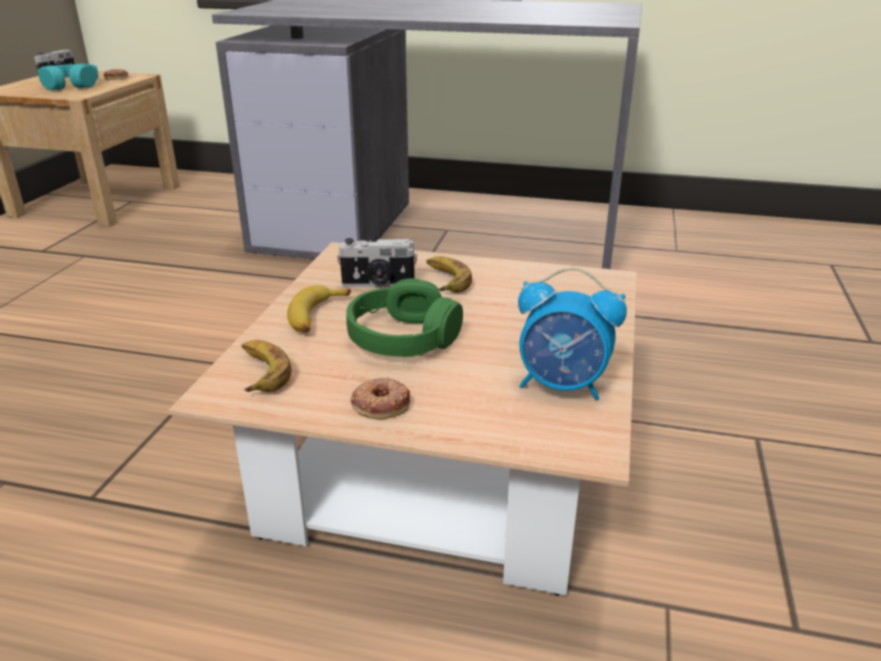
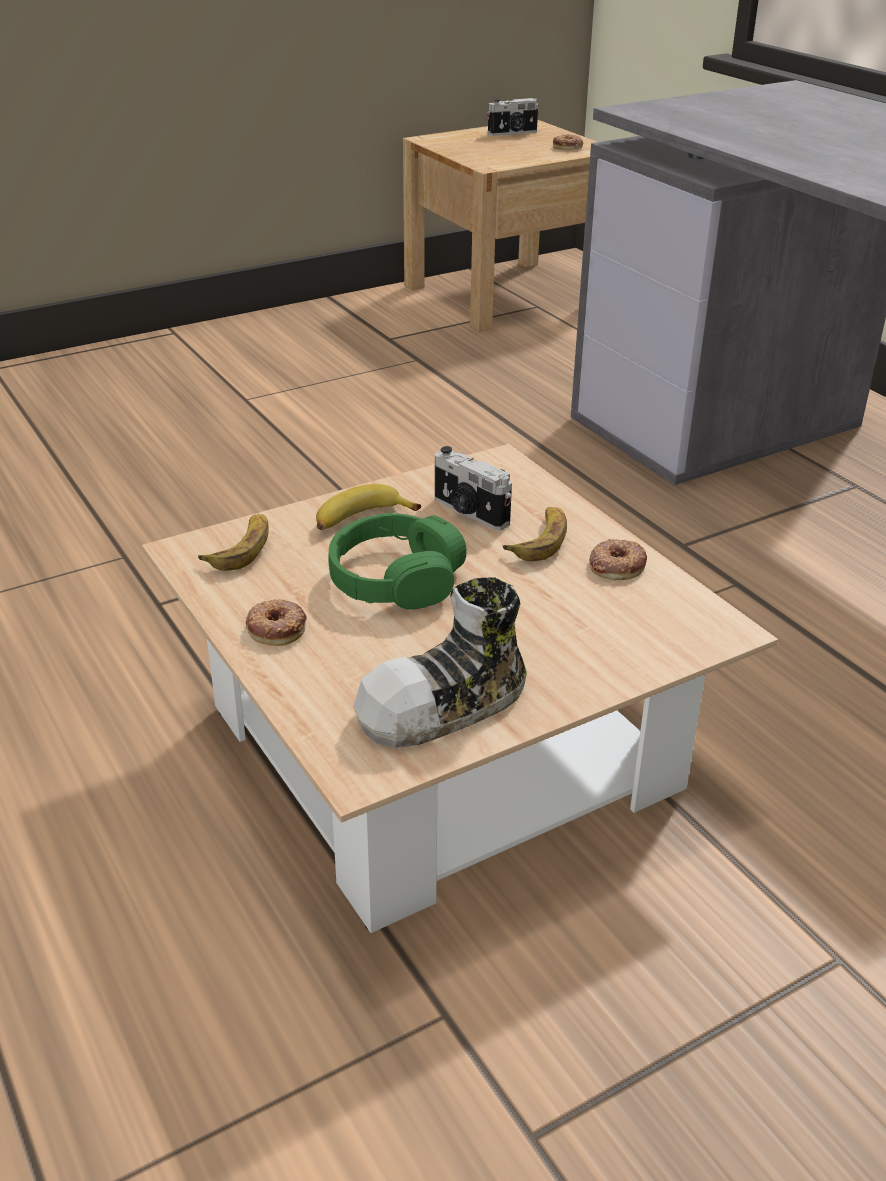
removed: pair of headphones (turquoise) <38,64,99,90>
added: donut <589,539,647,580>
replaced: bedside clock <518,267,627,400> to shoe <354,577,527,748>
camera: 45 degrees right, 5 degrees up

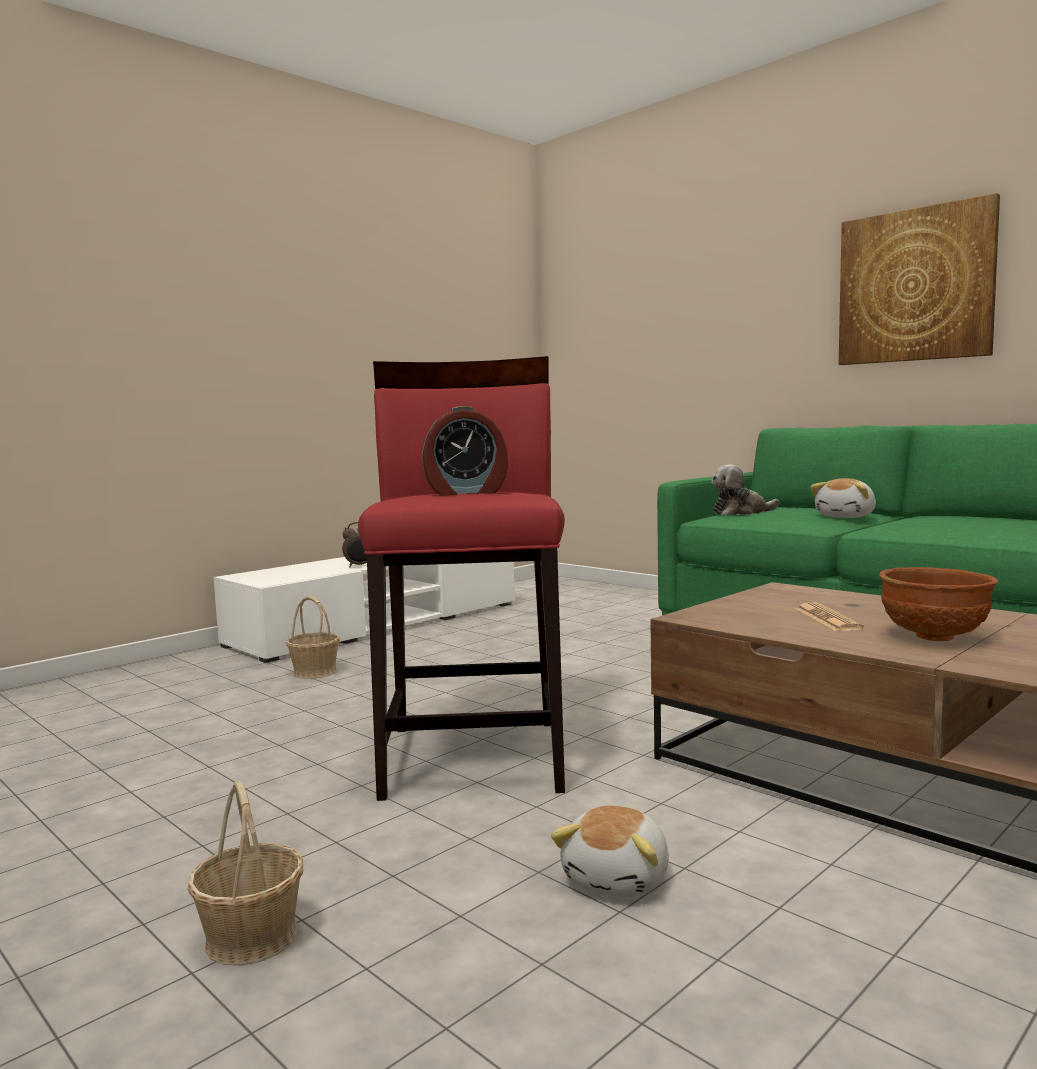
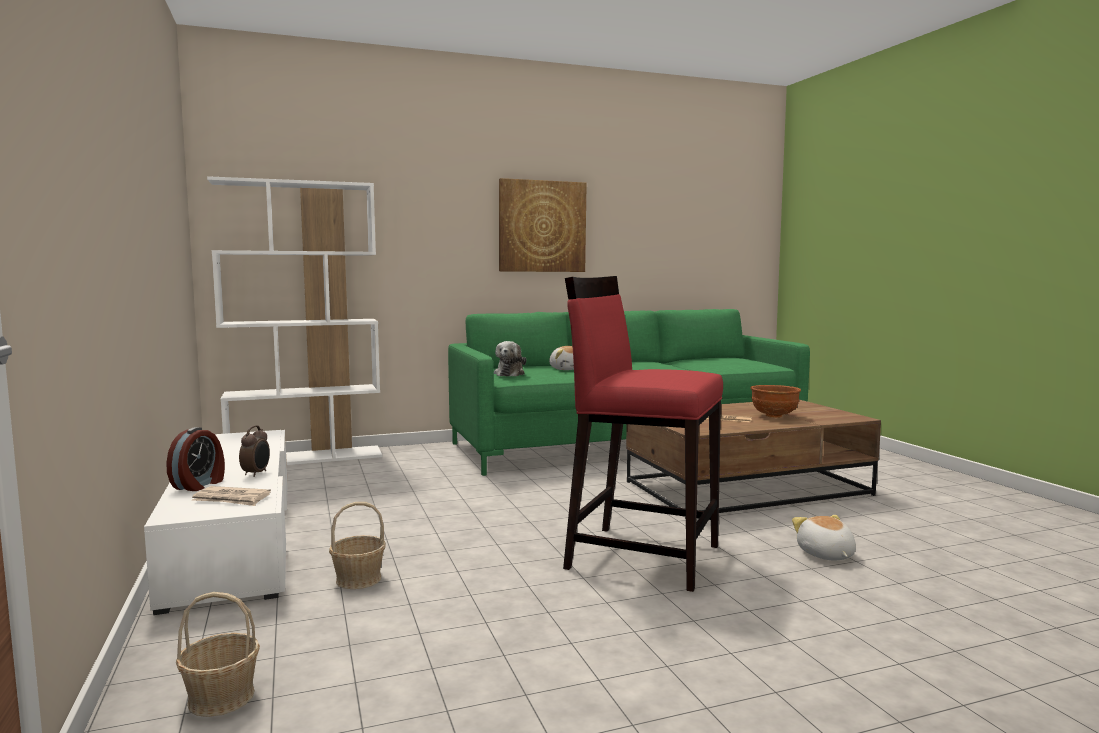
added: printed paper <192,486,271,506>; bookshelf (white) <207,176,382,465>
moved: household basket <188,781,303,966> to <176,592,260,717>; bedside clock <422,406,508,495> to <166,427,225,491>
turned: cuddly toy <551,806,669,897> = <792,515,856,560> 150 degrees counterclockwise
camera: 65 degrees left, 0 degrees up

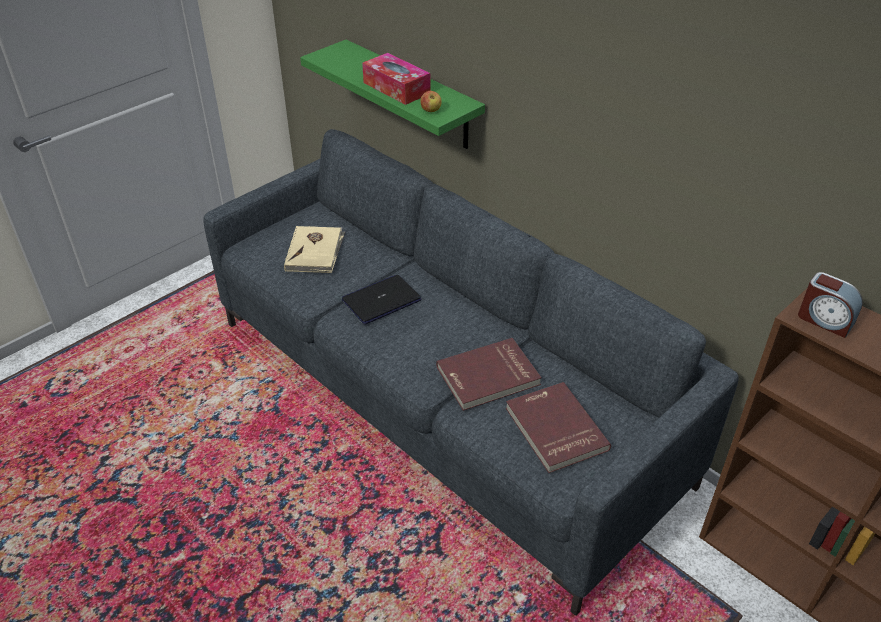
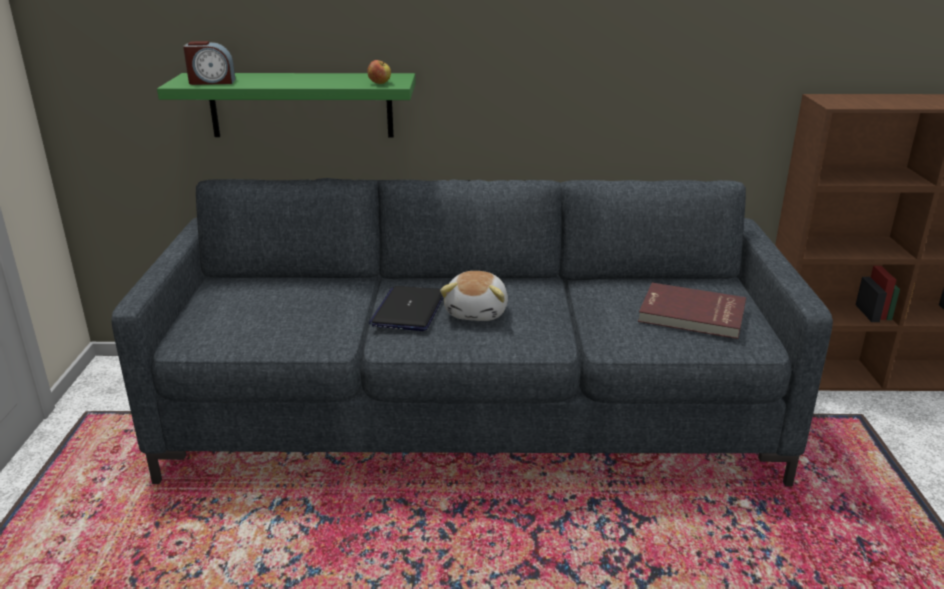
removed: volume (beige) <284,226,345,273>; tissue holder <362,53,431,105>; volume (red) <436,338,542,411>
added: cuddly toy <440,271,508,321>
moved: bedside clock <798,272,863,338> to <183,41,235,85>
camera: 45 degrees left, 15 degrees down

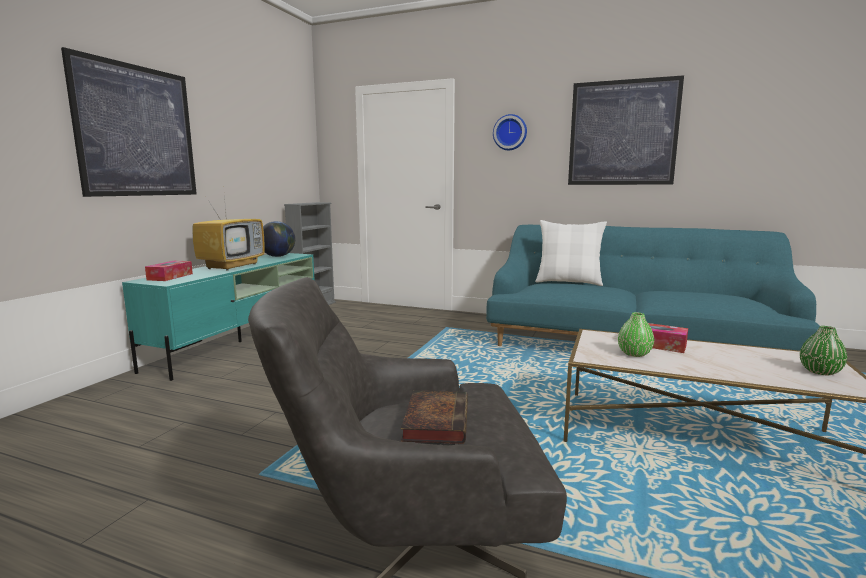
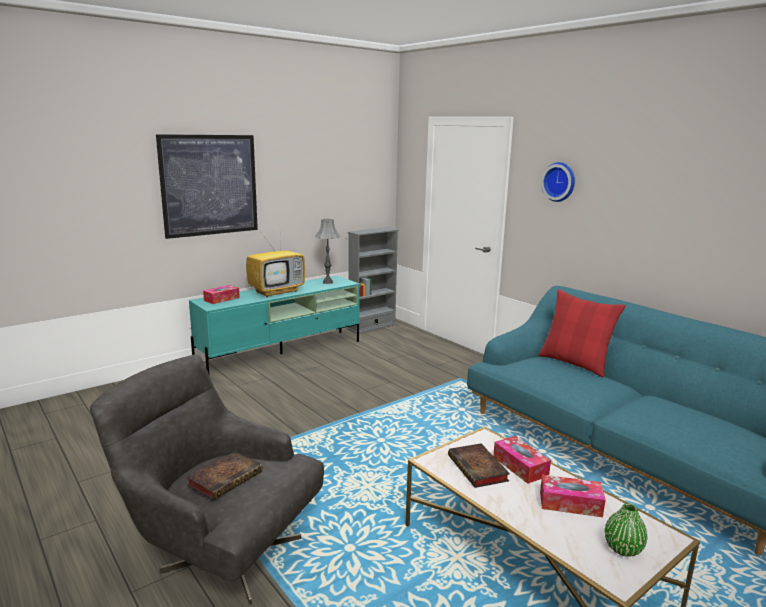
removed: wall picture <568,75,684,185>
added: tissue holder <540,475,606,517>
replaced: desk globe <263,221,295,257> to tabletop lamp (gray) <315,219,340,284>; decorative vase (greenish) <618,312,654,357> to volume <448,443,510,488>
recoloured: pillow (white) <535,220,607,286> to pillow (red) <538,289,626,377>
camera: 30 degrees right, 5 degrees up

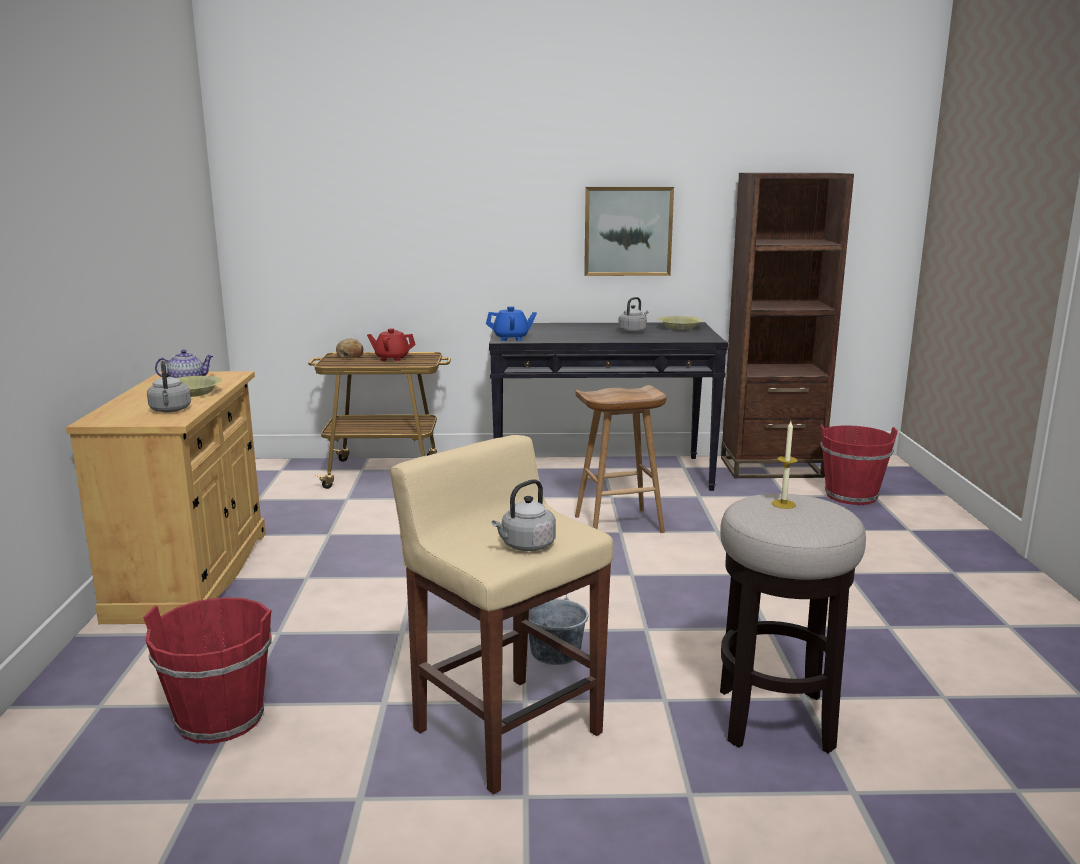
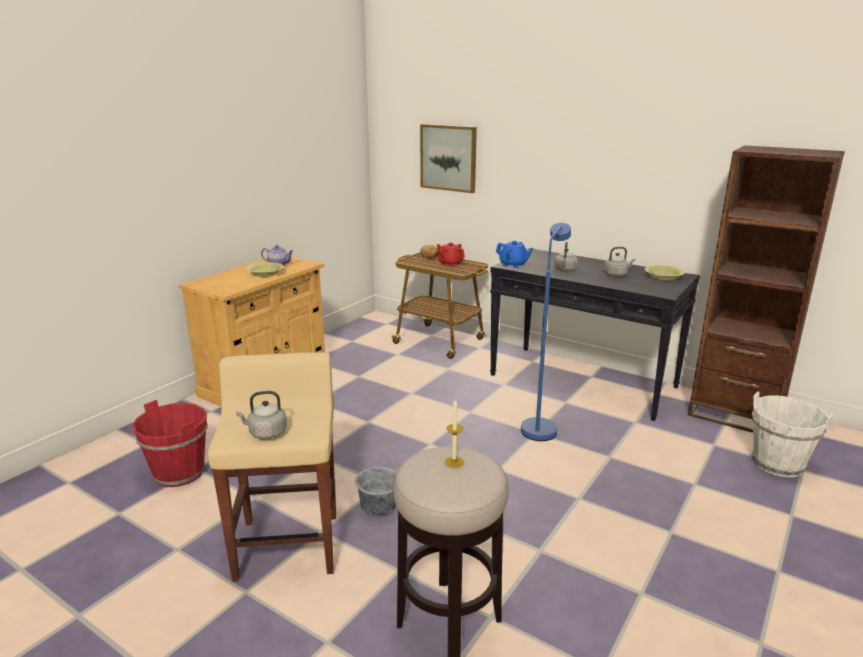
moved: tea kettle (gray) <147,361,191,412> to <554,242,578,272>; wall picture <584,187,674,276> to <420,124,477,193>
replaced: stool seat (brown-coloured) <575,385,666,533> to floor lamp (bluish) <521,223,571,441>
recoloured: bucket (red) <820,425,898,505> to bucket (white) <752,392,833,477>
camera: 35 degrees right, 5 degrees up

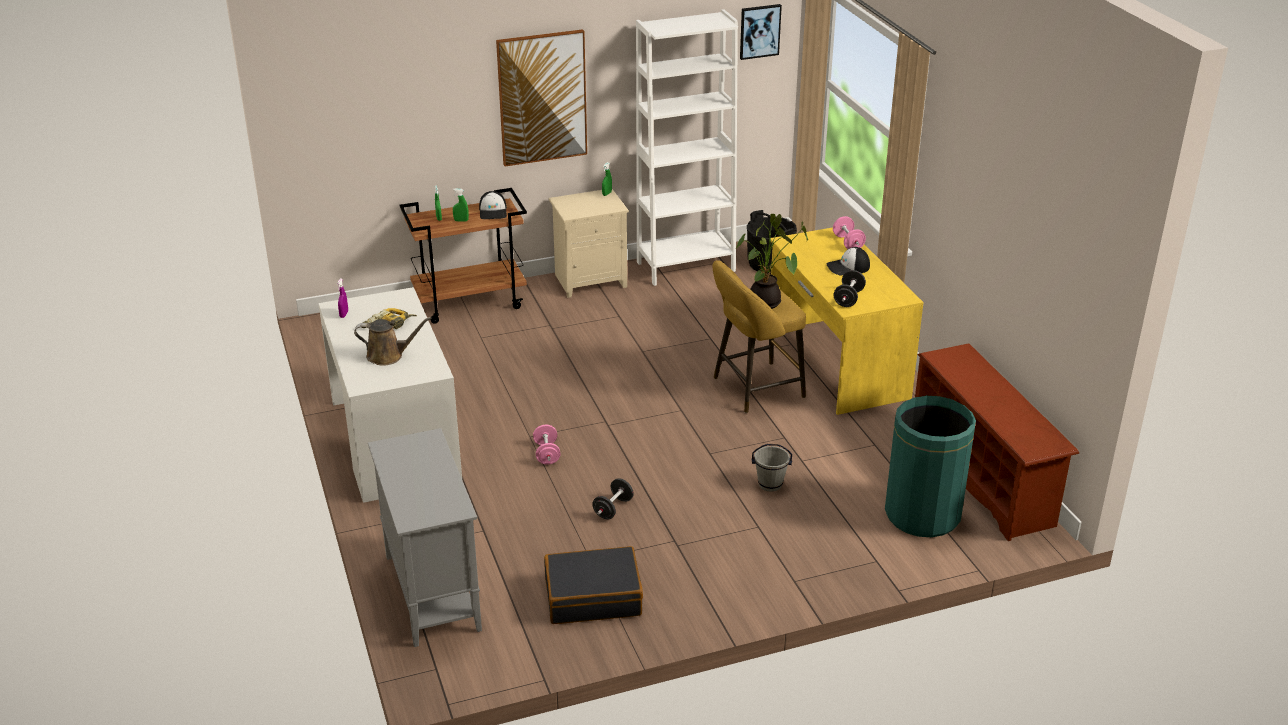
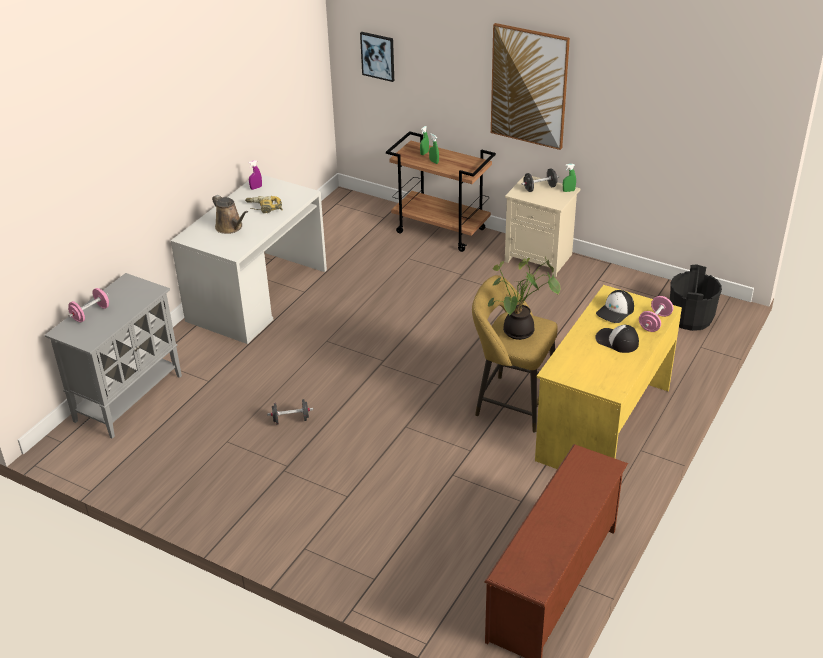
removed: travel case (black) <544,546,643,624>; bookshelf (white) <636,9,738,286>; bucket (gray) <752,444,792,492>; rubbish bin (greenish) <885,396,976,537>
moved: cap <479,191,507,219> to <596,290,634,323>; hand weight (pink) <533,425,561,464> to <68,288,109,323>; wall picture <740,4,782,60> to <360,32,394,82>; hand weight (black) <834,270,866,307> to <522,168,559,192>
camera: 50 degrees right, 5 degrees up

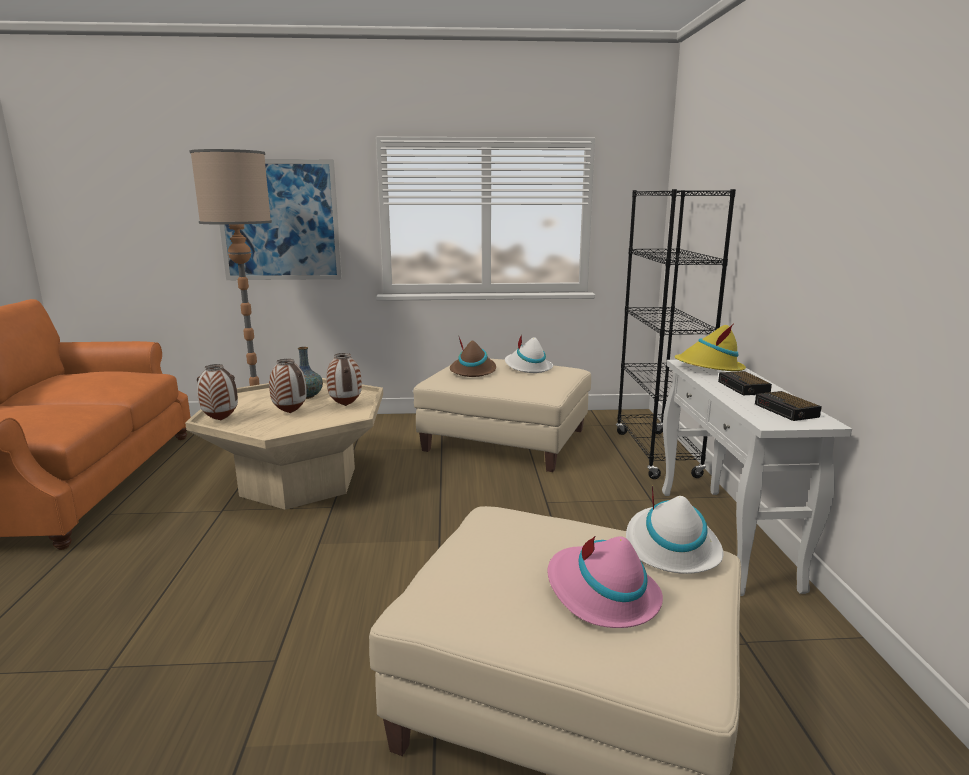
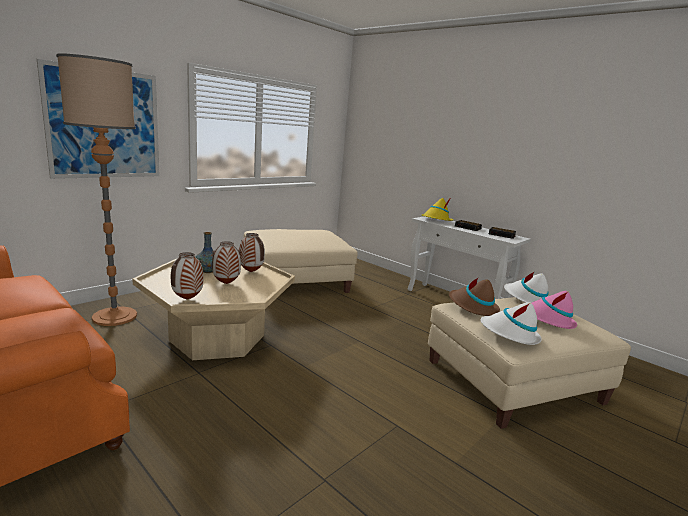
removed: bookshelf (black) <616,189,736,479>
moved: wearable hat (brown-coloured) <450,337,496,377> to <449,277,500,316>; wearable hat (white) <505,335,553,373> to <481,302,542,345>
camera: 45 degrees left, 0 degrees up

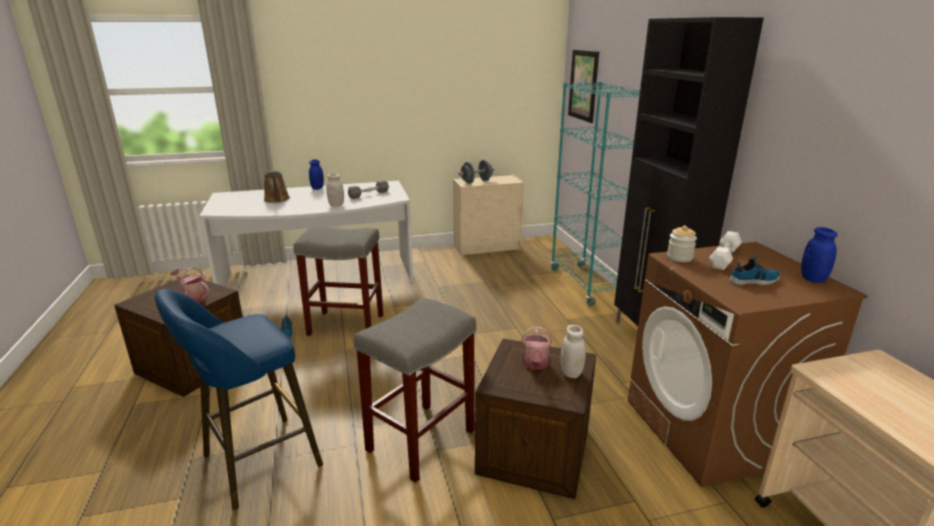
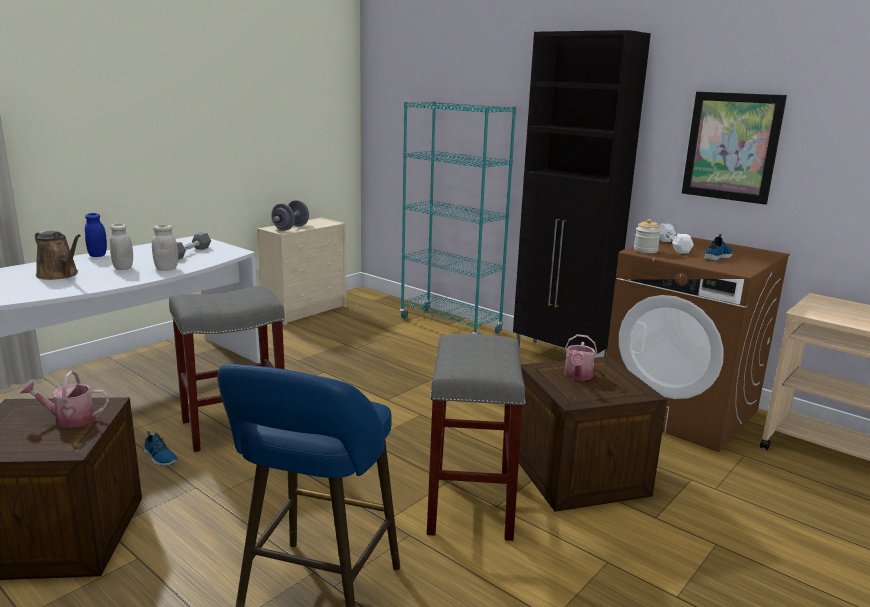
removed: storage jar (bluish) <801,227,837,283>
moved: storage jar (white) <561,325,586,378> to <110,223,133,270>; wall picture <568,49,599,123> to <682,92,787,205>
turned: watering pot <521,327,552,370> = <564,334,597,381> 45 degrees clockwise
camera: 35 degrees left, 5 degrees down

